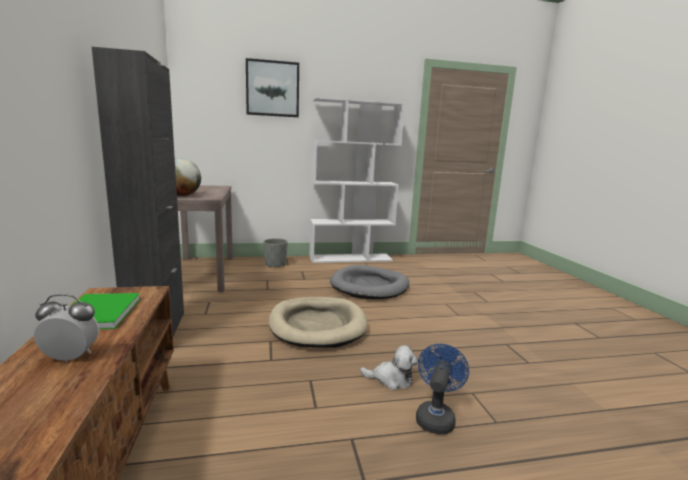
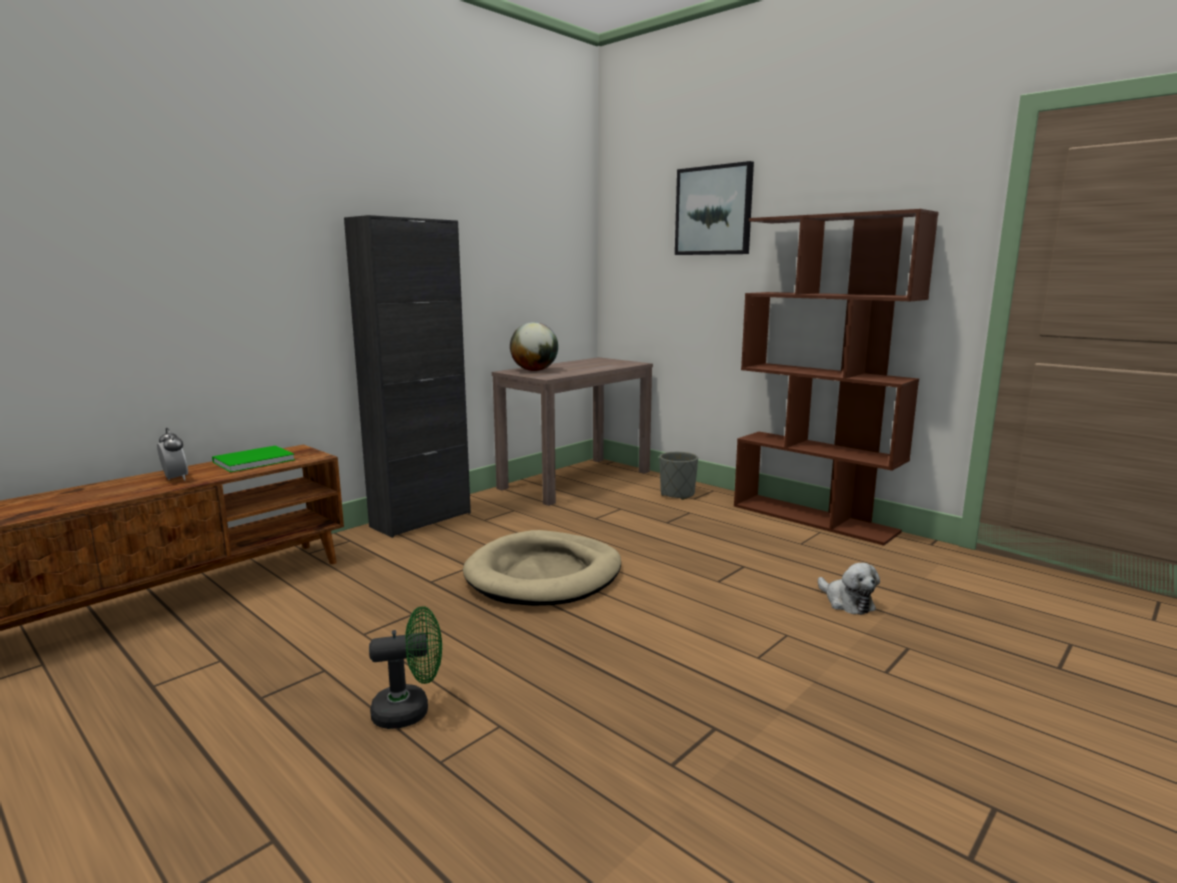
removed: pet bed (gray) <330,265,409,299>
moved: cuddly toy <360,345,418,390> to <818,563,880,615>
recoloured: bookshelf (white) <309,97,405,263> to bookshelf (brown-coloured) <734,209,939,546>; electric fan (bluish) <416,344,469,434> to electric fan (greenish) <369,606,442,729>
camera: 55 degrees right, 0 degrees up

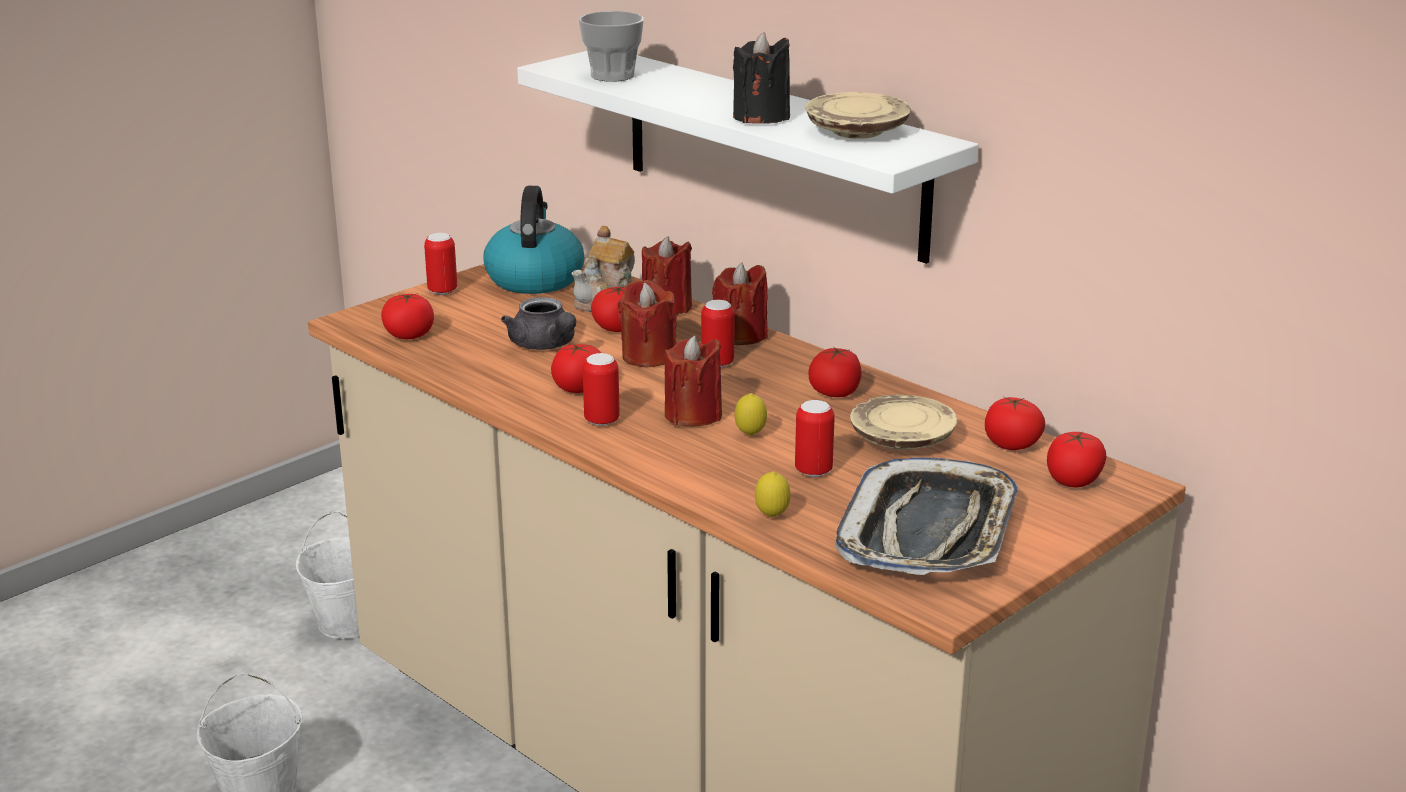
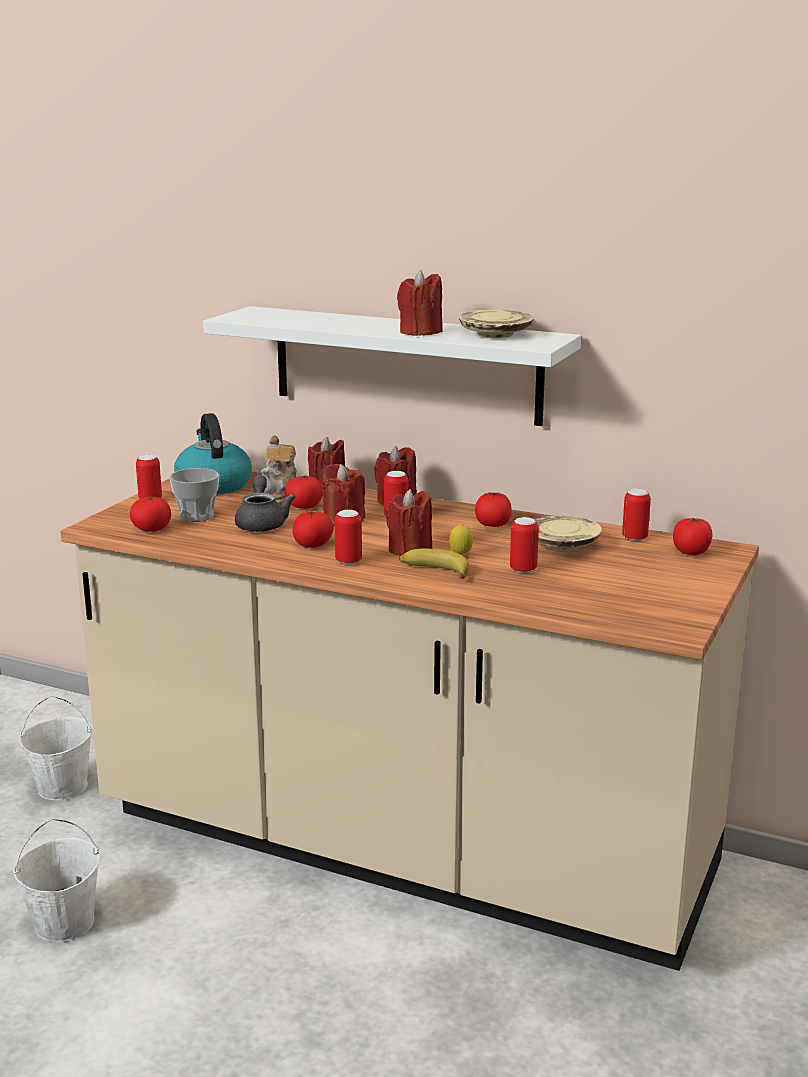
removed: lemon <755,471,790,518>; tray <836,457,1019,575>
added: whole banana <399,549,470,579>
moved: cup <579,11,644,82> to <169,468,219,522>
replaced: fresh tomato <985,397,1045,450> to sealed can <622,489,651,541>
recoloured: wax light (black) <733,32,790,124> to wax light (red) <397,270,443,336>
turned: tea pot (gray) <501,297,576,350> = <235,475,295,532> 135 degrees counterclockwise
camera: 20 degrees left, 5 degrees down

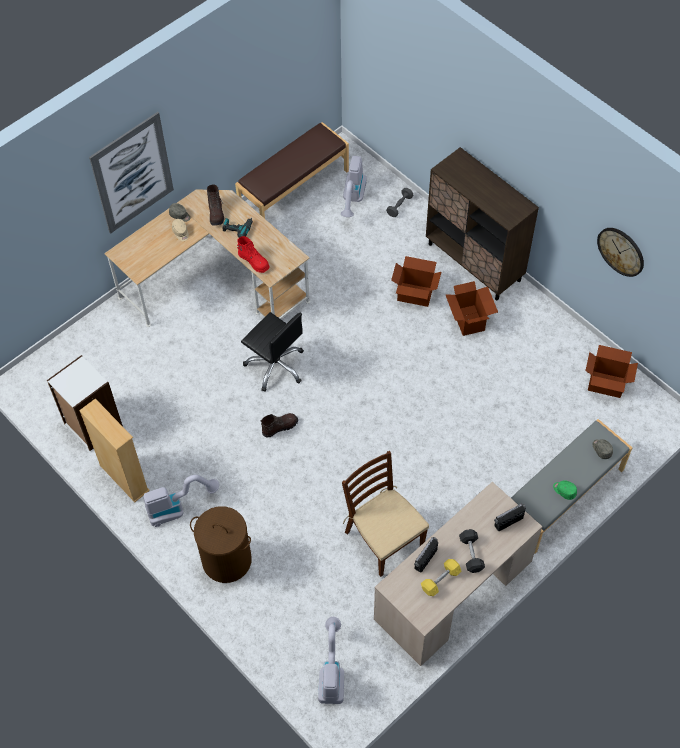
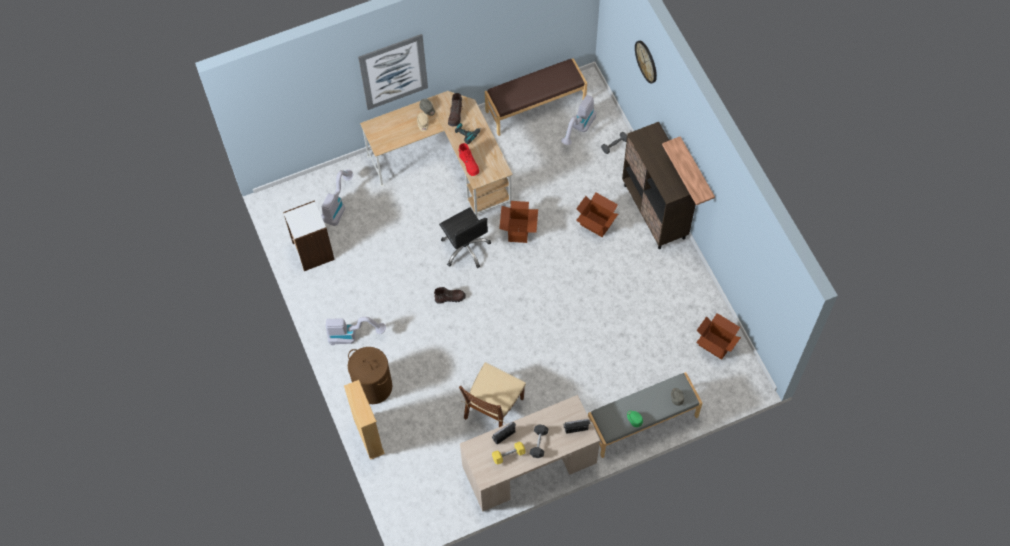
added: wall shelf <662,136,715,205>
moved: bookshelf (beige) <79,399,150,502> to <344,380,385,460>; vacuum cleaner <318,617,344,704> to <321,170,353,226>; packing box <445,281,498,336> to <499,201,538,243>; wall clock <597,228,644,277> to <635,41,657,83>
turned: upright chair (brown-coloured) <342,451,429,577> = <459,362,526,427> 135 degrees counterclockwise
camera: 20 degrees right, 5 degrees up

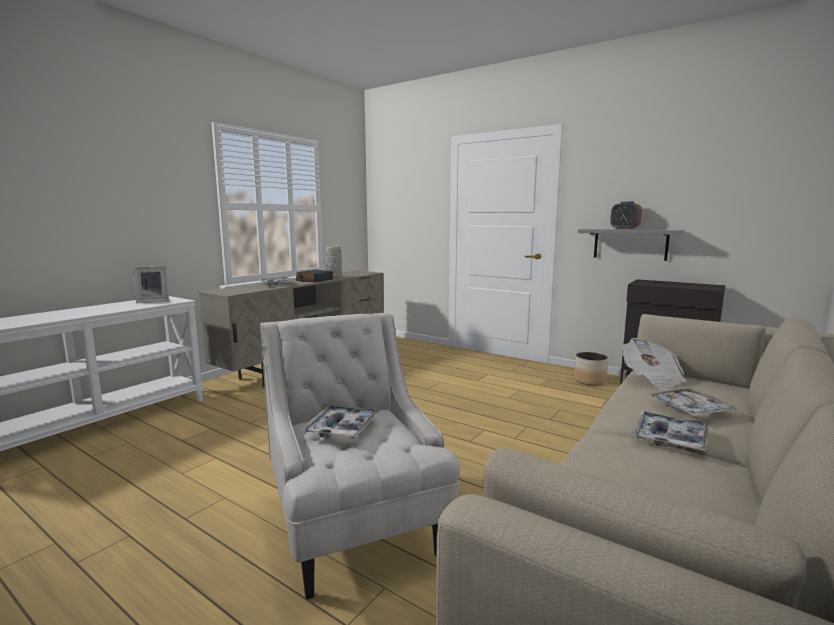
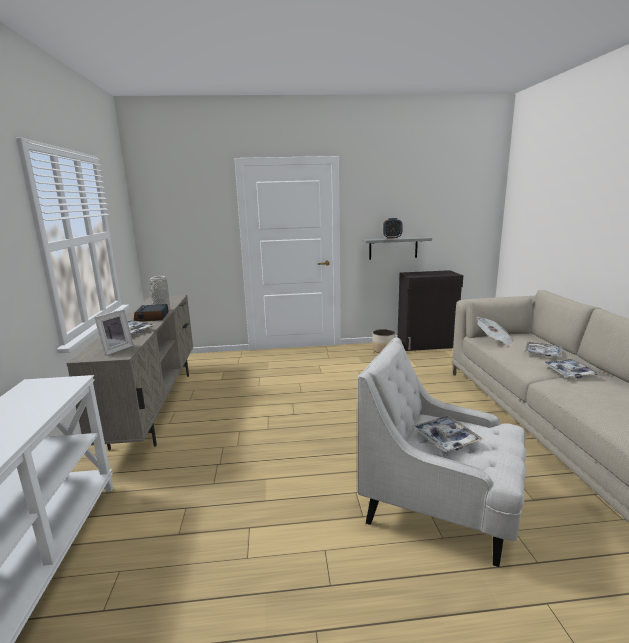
moved: standing frame <133,266,169,303> to <94,309,134,356>
camera: 40 degrees left, 5 degrees up

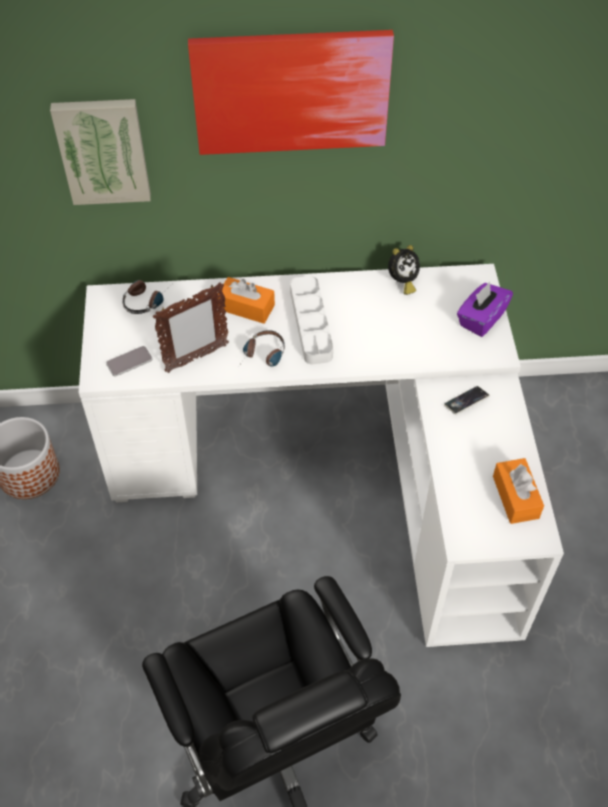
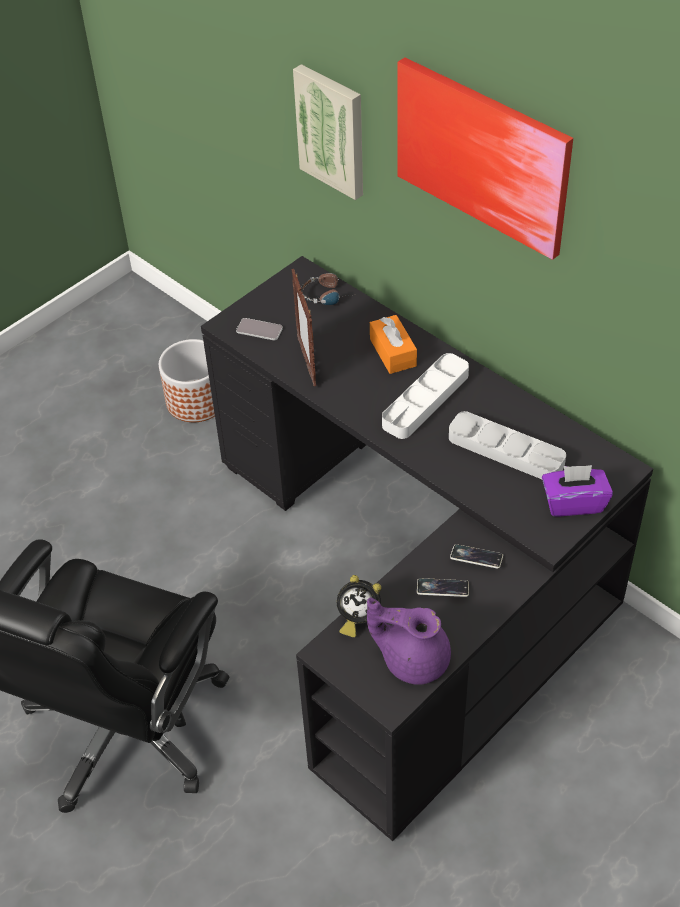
removed: pair of headphones <239,330,285,366>
added: handset <417,578,469,597>; tray (gray) <449,411,566,479>
moved: bedside clock <388,245,420,295> to <337,575,381,637>
replaced: tissue holder (orange) <493,458,544,524> to tea pot (purple-coloured) <367,598,451,685>
recoloured: desk unit (white) <79,264,564,647> to desk unit (black) <201,256,653,841>
turned: standing frame <153,283,229,373> = <292,269,316,387> 60 degrees clockwise
camera: 50 degrees right, 5 degrees down

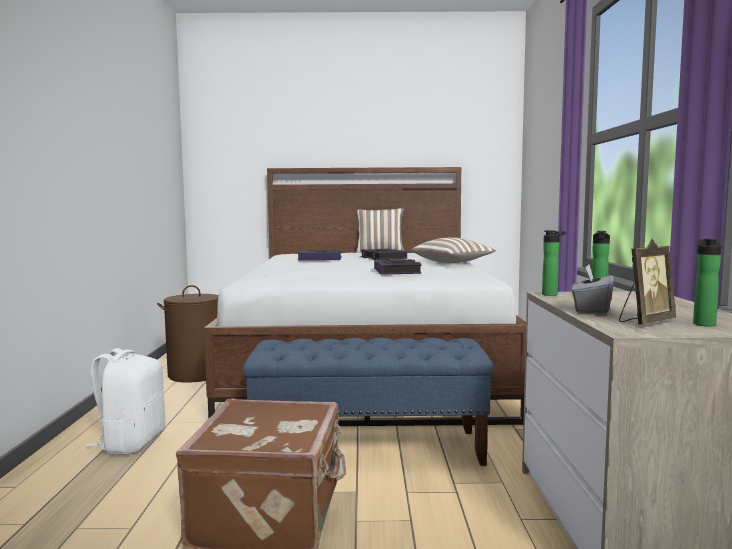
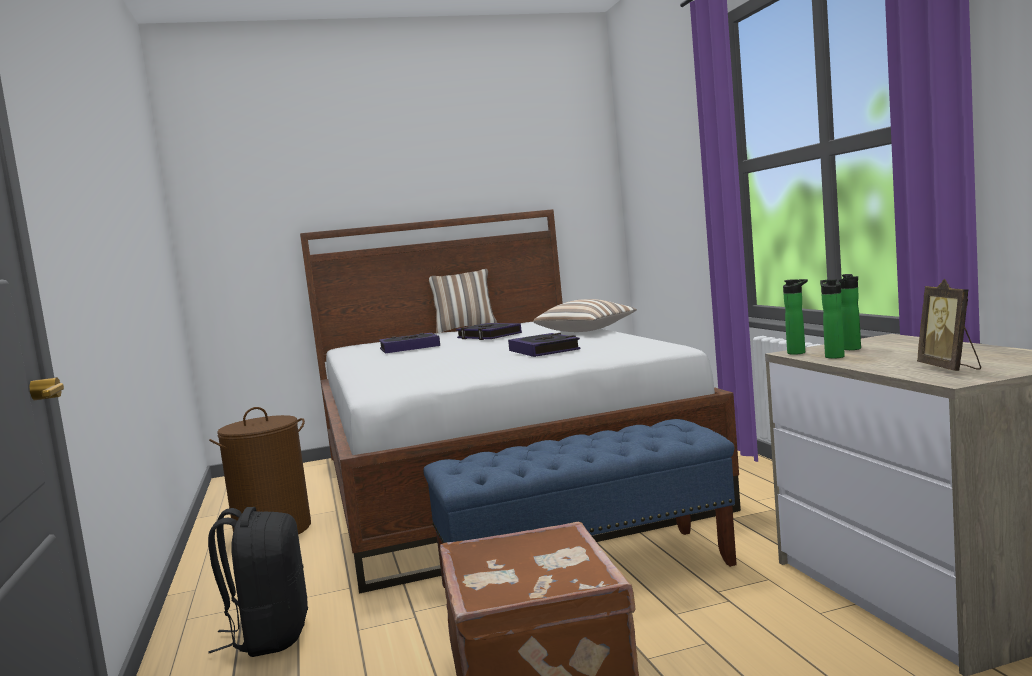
removed: tissue holder (gray) <571,265,614,314>
moved: bottle <693,239,722,327> to <820,279,845,359>
recoloured: knapsack (white) <86,348,165,455> to knapsack (black) <208,507,308,657>
turned: standing frame <619,239,676,325> = <917,279,981,371> 135 degrees clockwise
camera: 15 degrees left, 0 degrees up

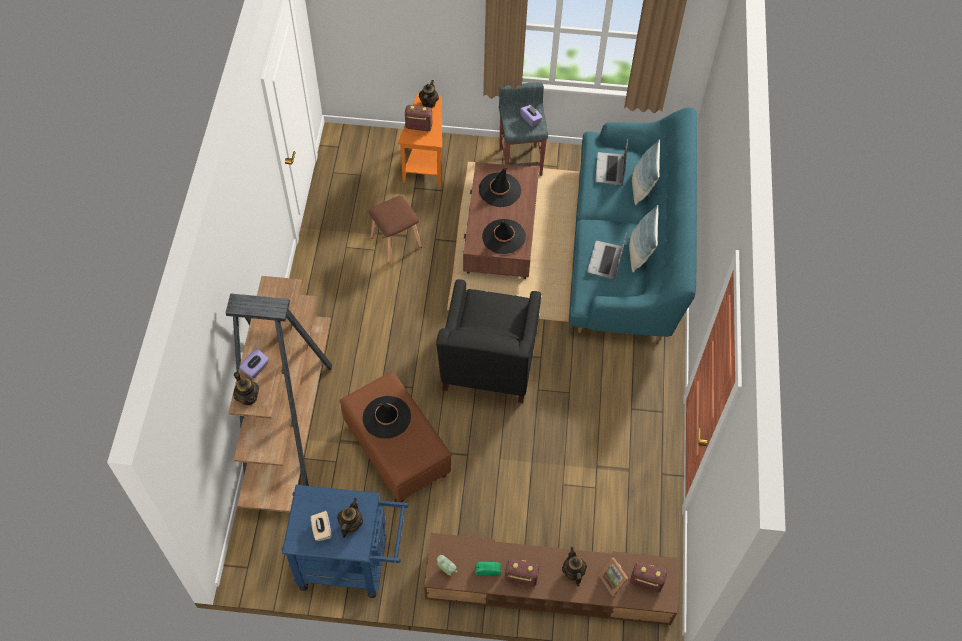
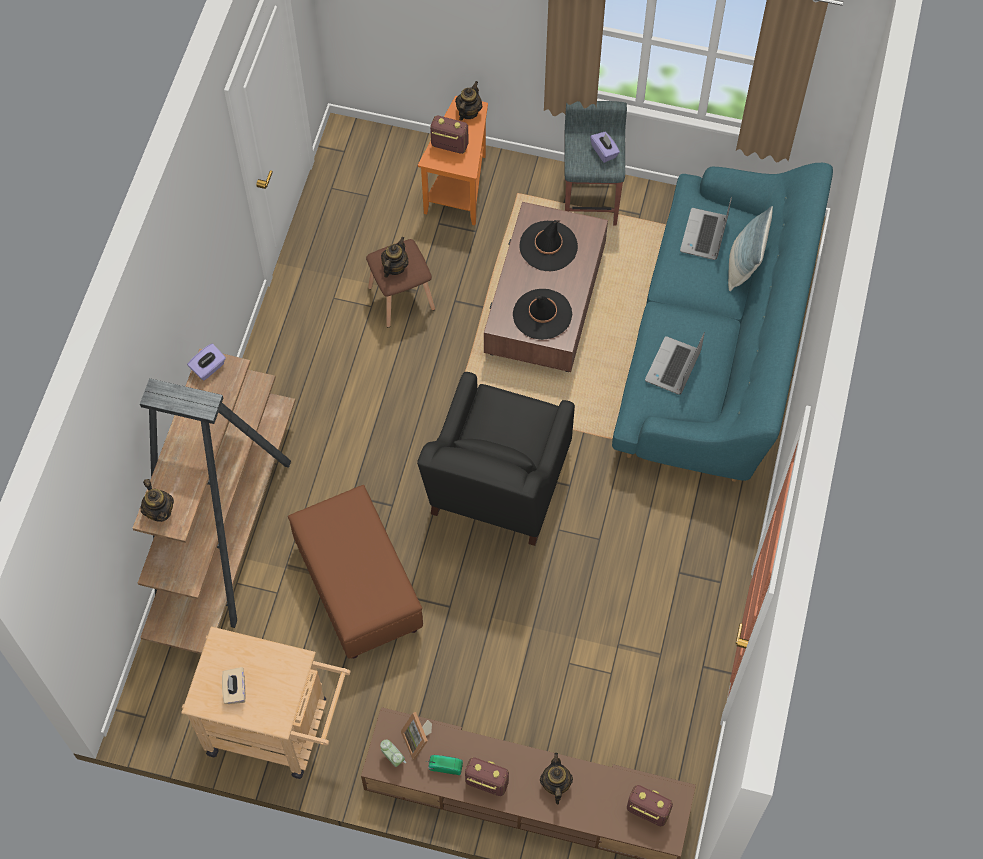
removed: wearable hat (black) <363,396,411,439>; pillow <629,205,658,272>
moved: tissue holder (purple-coloured) <239,349,269,379> to <187,343,226,381>; tea pot <337,498,363,538> to <381,237,409,277>; standing frame <599,557,628,596> to <401,712,432,760>
recoloured: cart (bluish) <281,485,409,598> to cart (beige) <181,626,351,779>
camera: 10 degrees right, 5 degrees up

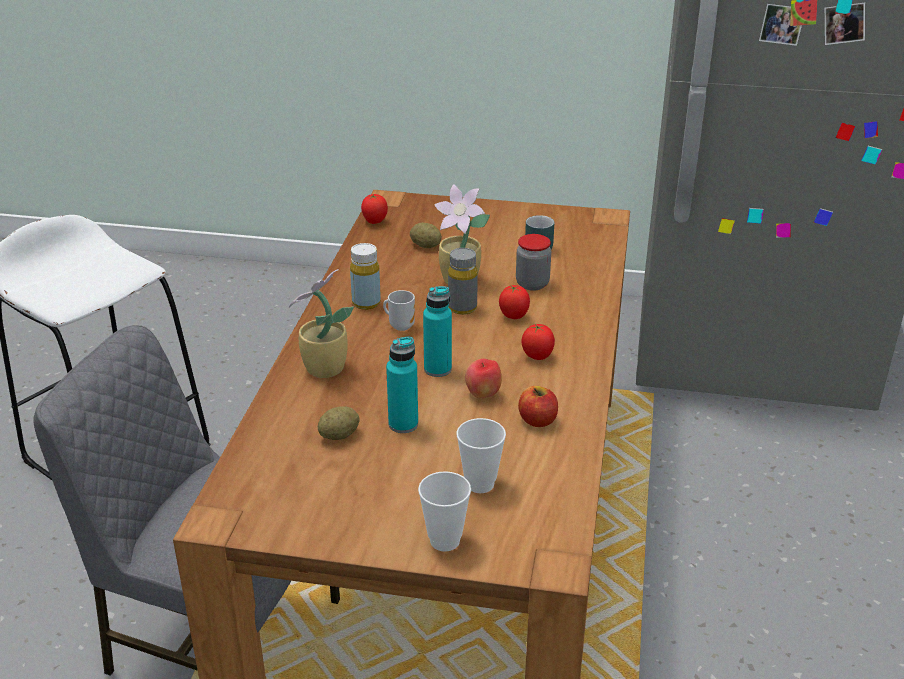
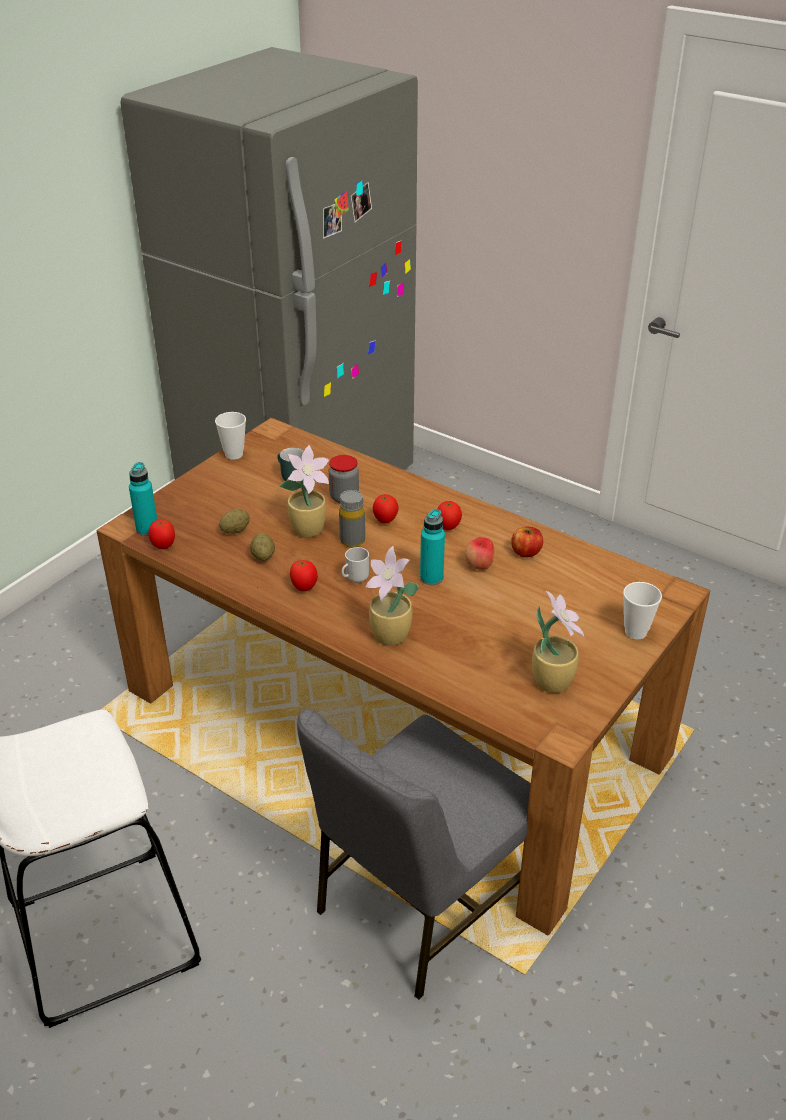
added: potted plant <532,591,585,693>
moved: potato <318,406,360,440> to <250,533,275,561>; bottle (turquoise) <386,337,418,433> to <129,462,157,536>; cup <456,418,506,493> to <215,412,246,460>
replaced: bottle (yellow-coloured) <350,243,381,310> to fresh tomato <290,560,318,592>
camera: 65 degrees left, 5 degrees up

